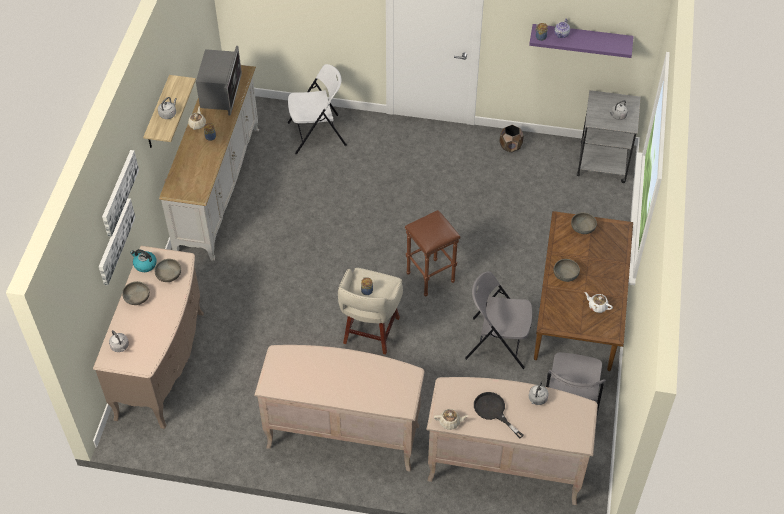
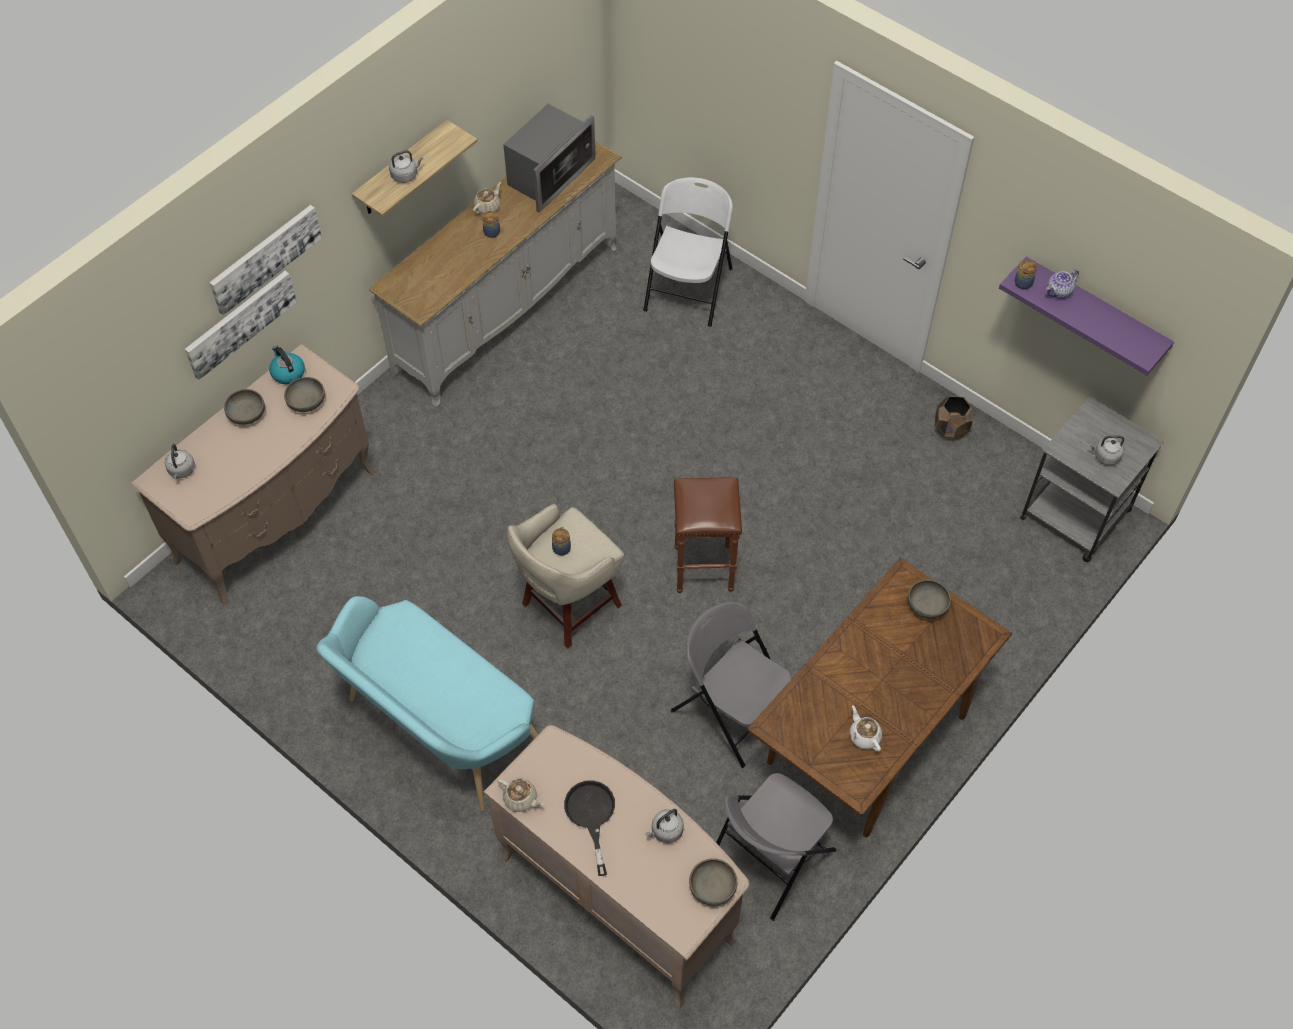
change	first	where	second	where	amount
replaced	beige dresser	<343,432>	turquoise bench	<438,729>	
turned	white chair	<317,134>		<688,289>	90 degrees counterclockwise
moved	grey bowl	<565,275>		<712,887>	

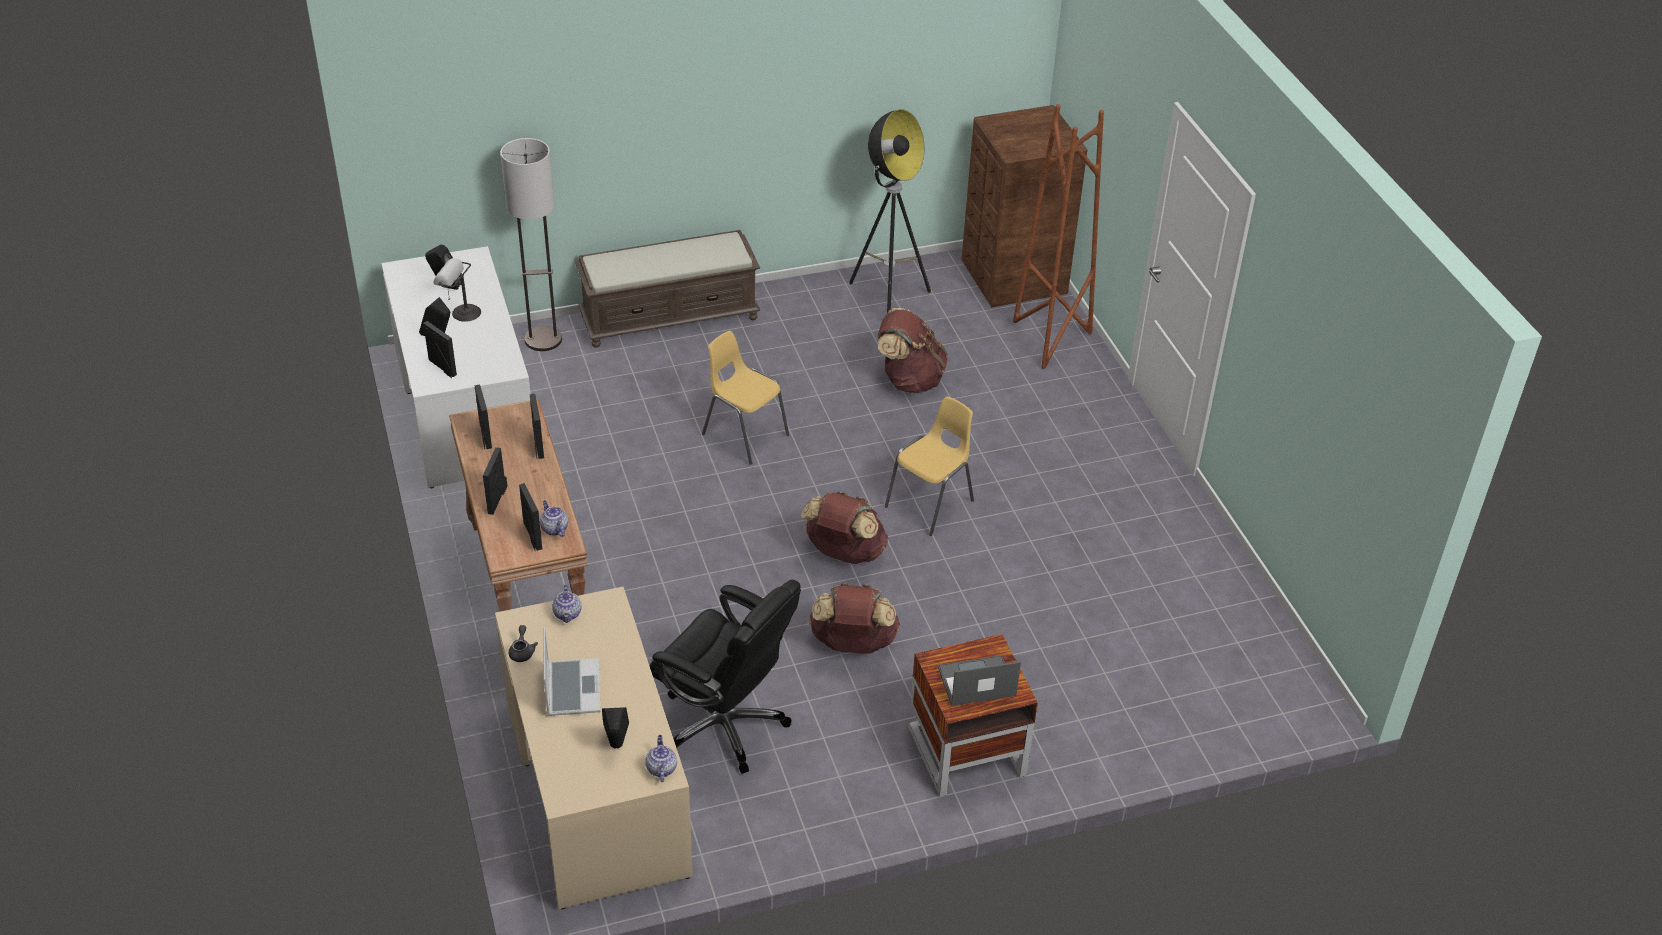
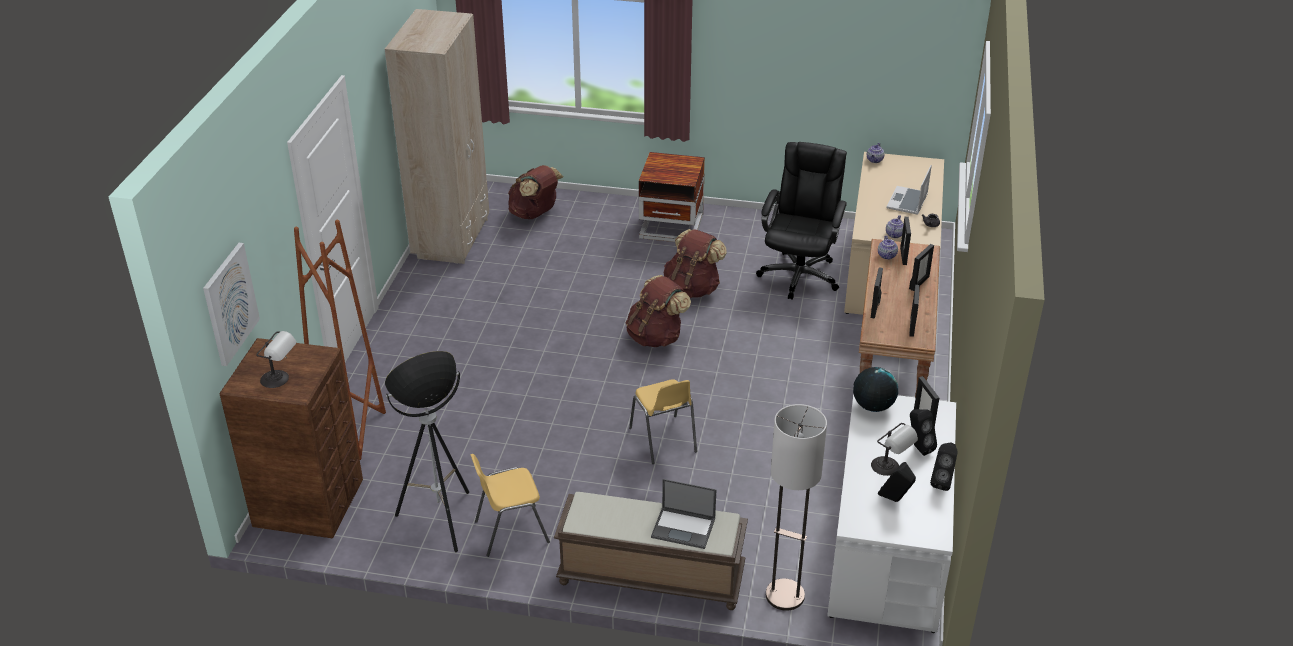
change	first	where	second	where	amount
added			picture	<230,303>	
added			table lamp	<280,379>	
added			beige wardrobe	<452,238>	
moved	yellow chair	<931,504>		<510,531>	
moved	brown backpack	<909,380>		<535,214>	
moved	laptop	<975,682>		<684,528>	
turned	black office chair	<723,724>		<799,276>	45 degrees clockwise
added			globe	<873,406>	
moved	black speaker	<616,746>		<942,482>	

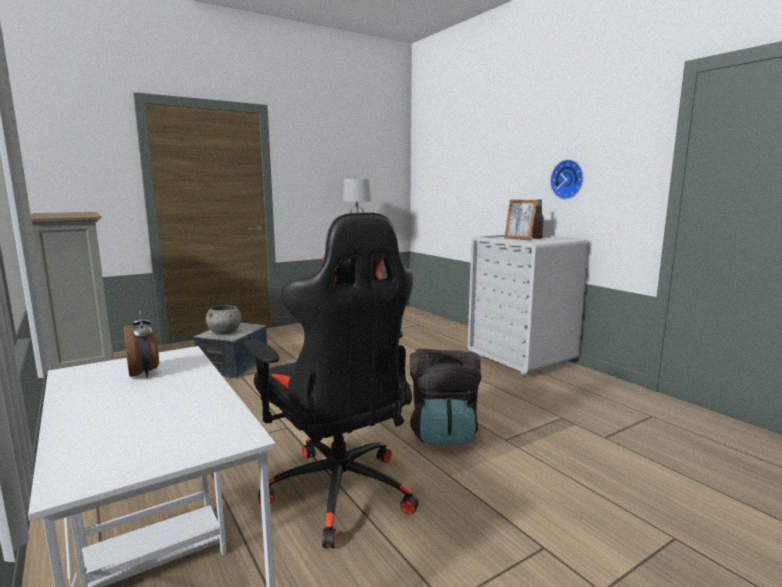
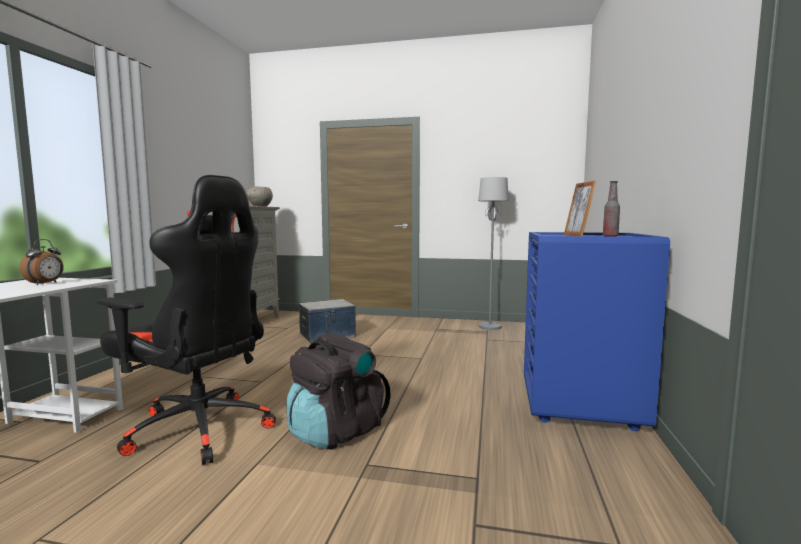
change	first	where	second	where	amount
turned	black office chair	<334,485>		<193,427>	75 degrees counterclockwise
moved	grey bowl	<225,333>		<260,206>	
recoloured	grey dresser	<522,361>	blue dresser	<580,407>	
removed	wall clock	<568,179>			

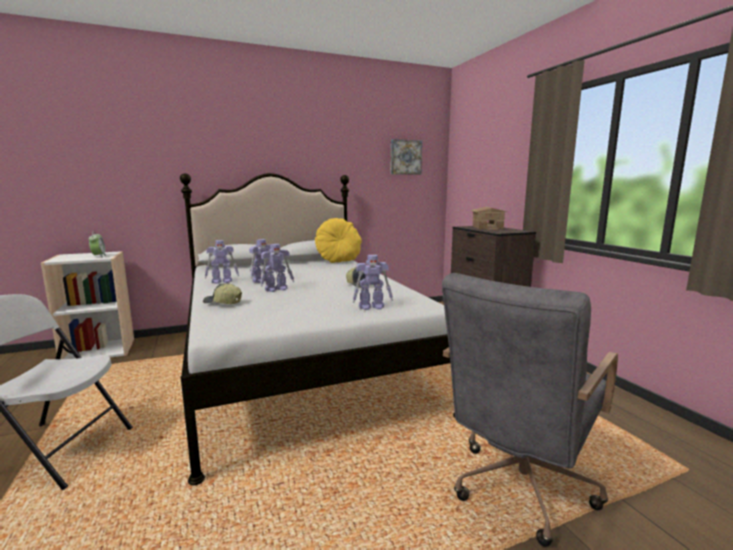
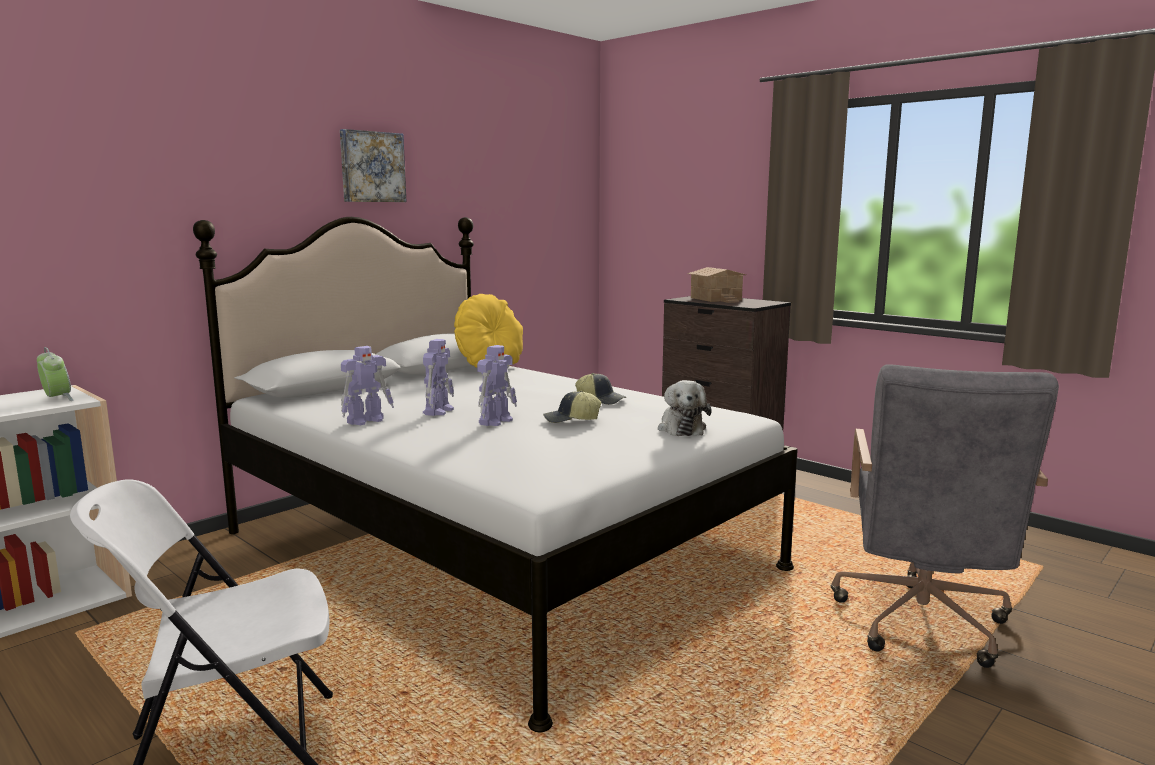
change	first	where	second	where	amount
moved	picture	<405,157>		<372,167>	
moved	cap	<222,302>		<571,420>	
replaced	toy robot	<372,307>	plush toy	<681,428>	

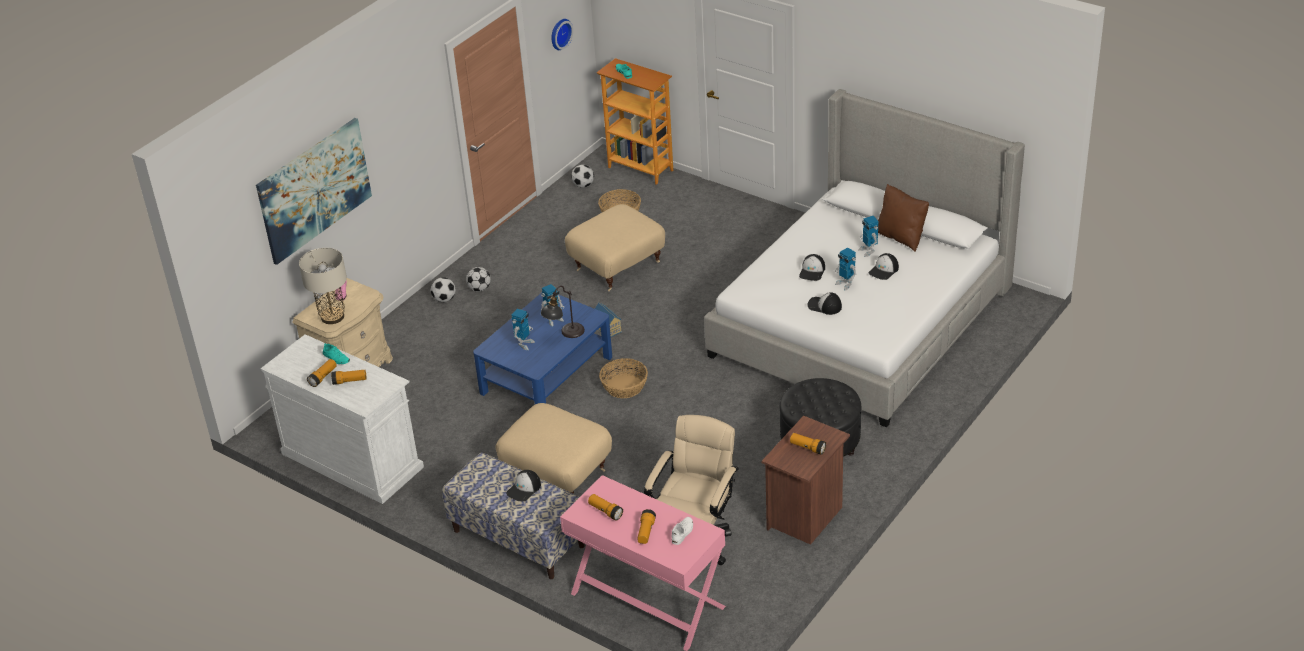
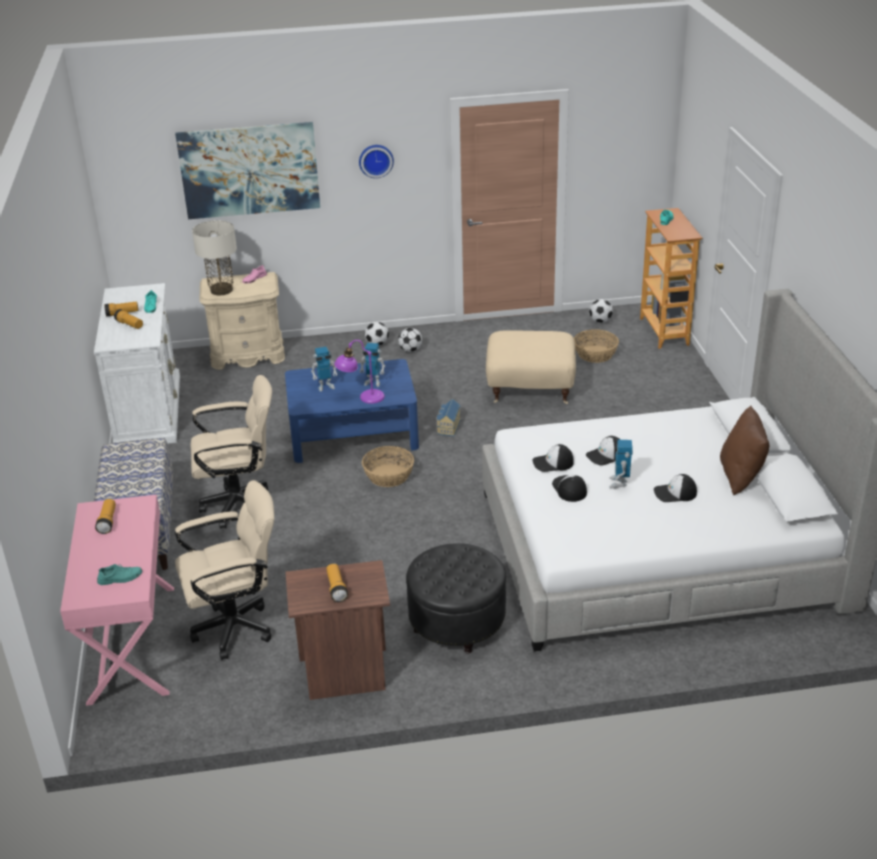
change	first	where	second	where	amount
recoloured	white shoe	<682,532>	turquoise shoe	<120,578>	
replaced	beige ottoman	<558,473>	beige office chair	<241,505>	
recoloured	grey table lamp	<564,335>	purple table lamp	<361,396>	
moved	wall clock	<559,33>		<376,160>	
moved	cap	<524,489>		<553,463>	
removed	flashlight	<646,532>			
removed	toy robot	<868,251>			

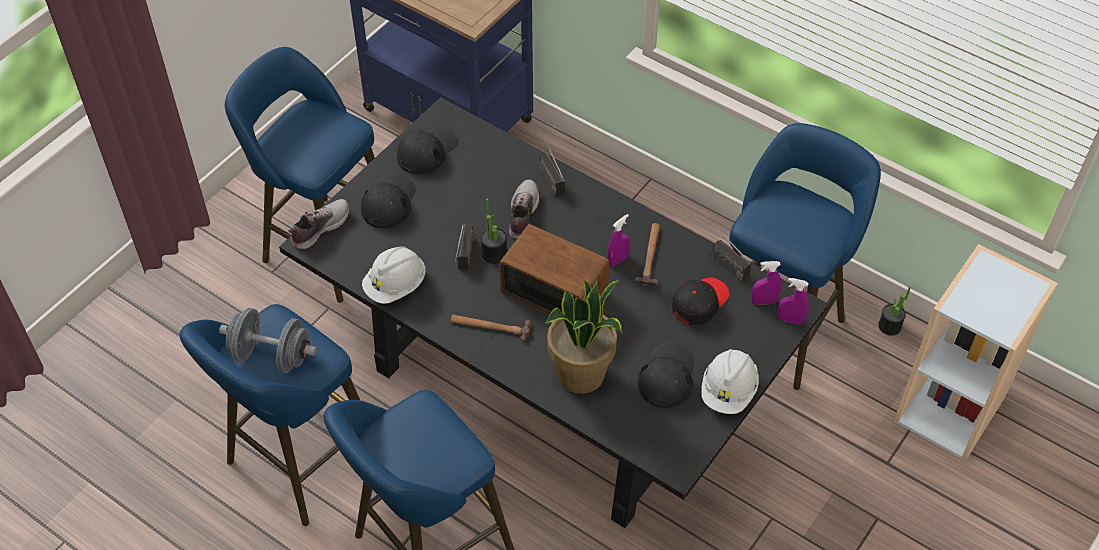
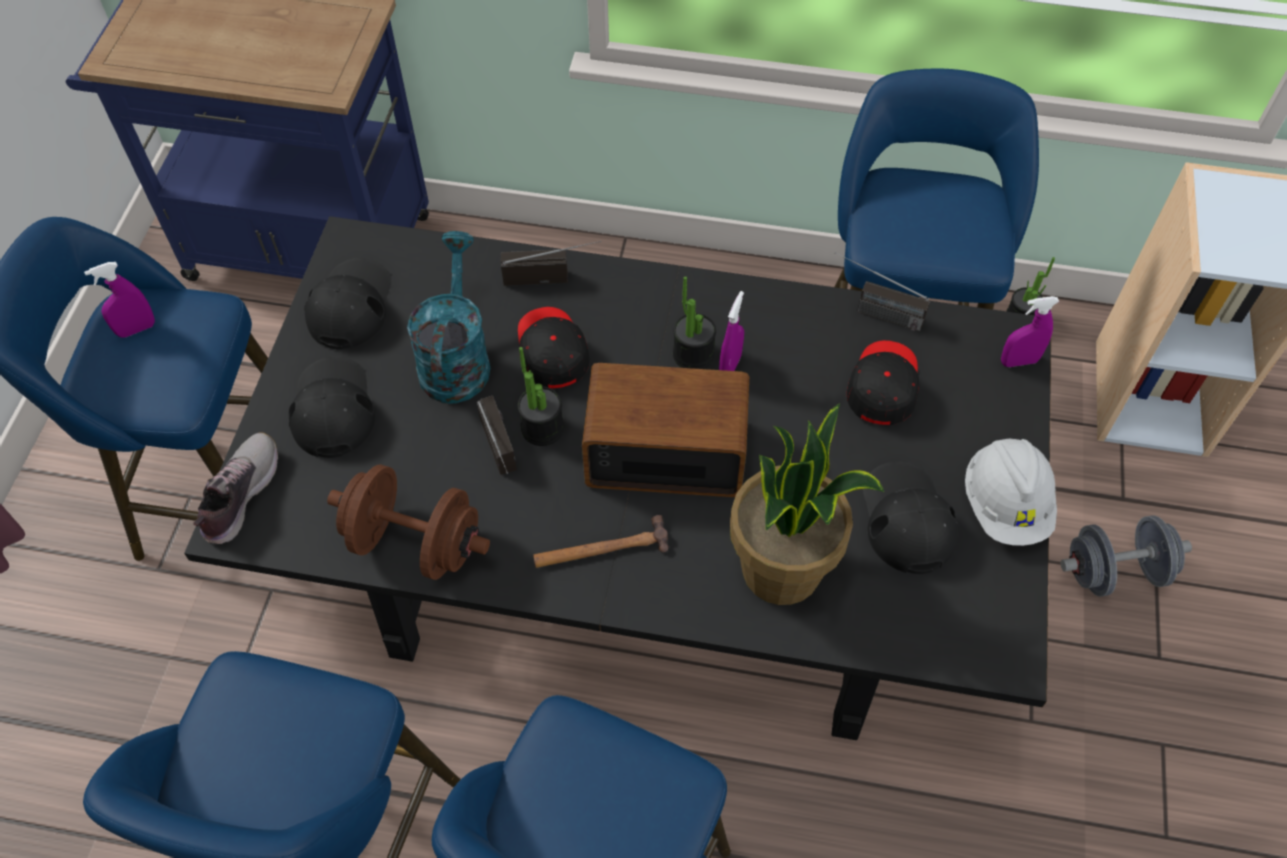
change	first	where	second	where	amount
moved	purple spray bottle	<763,301>		<136,329>	
replaced	white hard hat	<396,286>	brown dumbbell	<415,543>	
added			turquoise watering can	<455,358>	
turned	radio	<546,174>		<553,276>	135 degrees clockwise
replaced	shoe	<522,215>	black cap	<551,351>	
added			potted plant	<693,354>	
moved	grey dumbbell	<272,355>		<1115,571>	
removed	hammer	<651,256>			

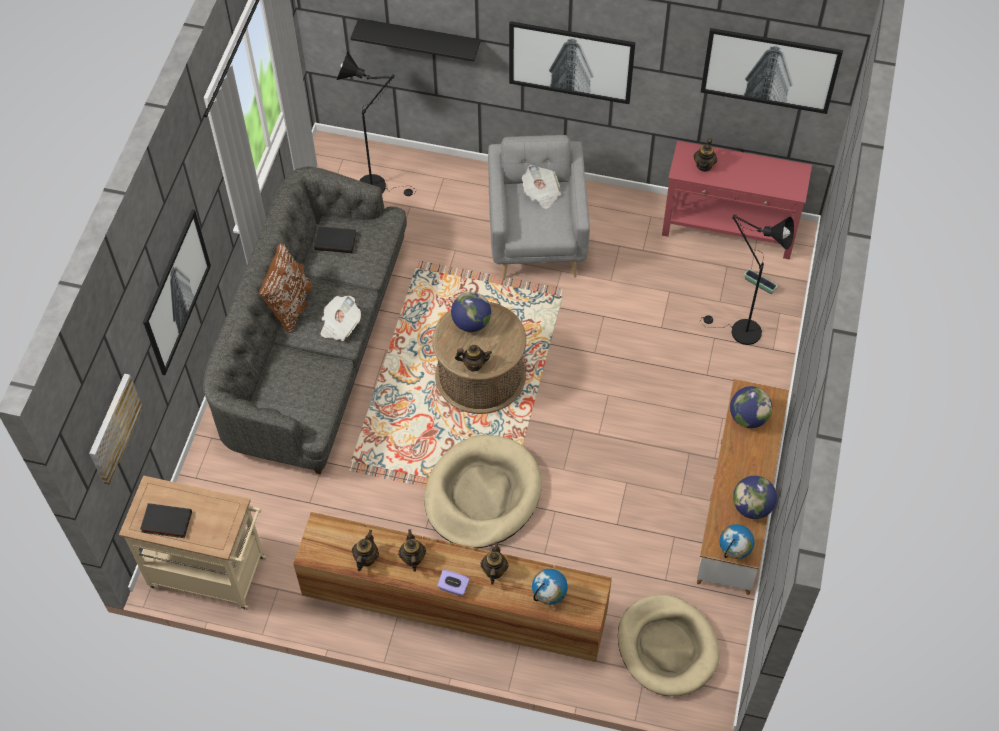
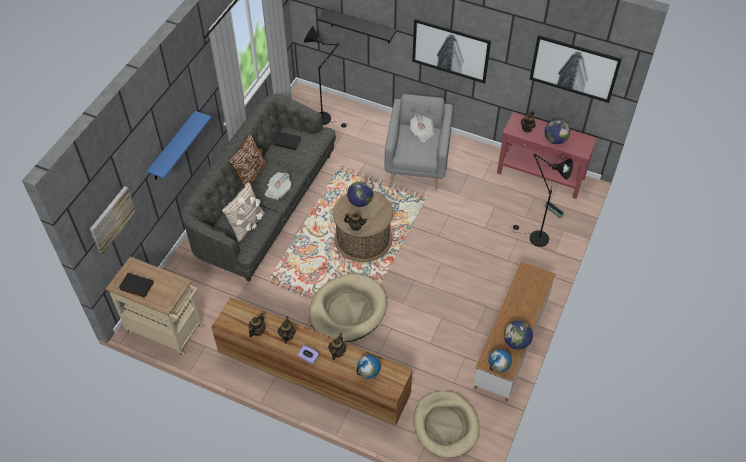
change	first	where	second	where	amount
replaced	picture	<176,292>	blue shelf	<173,147>	
added			beige pillow	<247,225>	
moved	globe	<748,417>		<555,140>	

